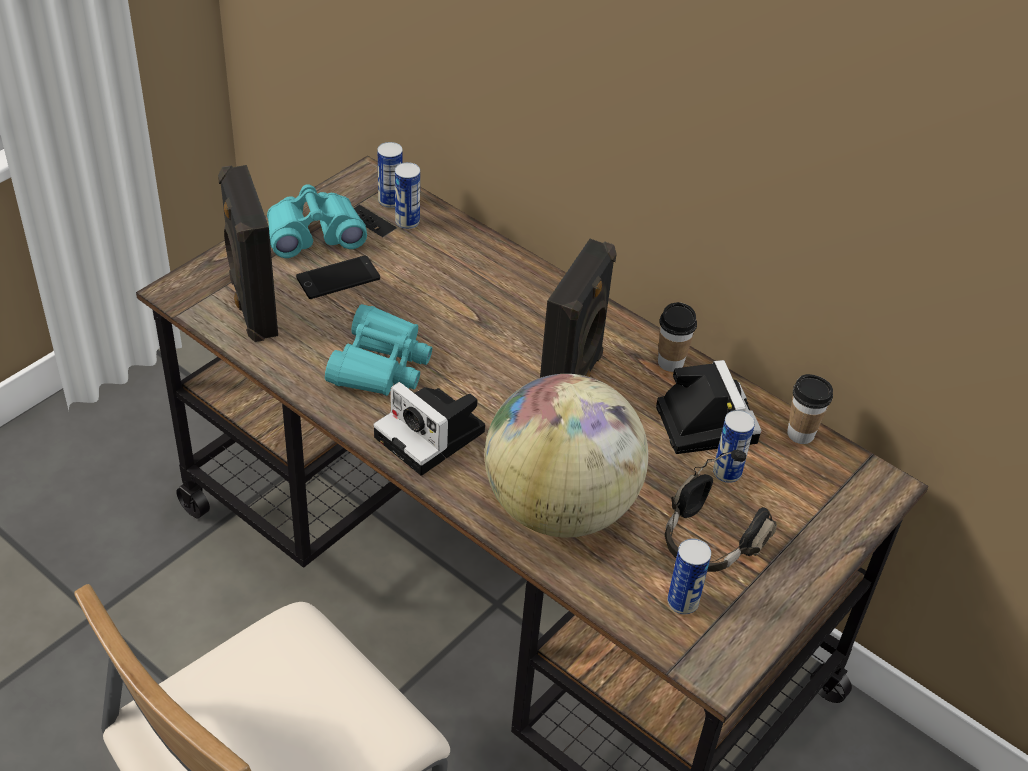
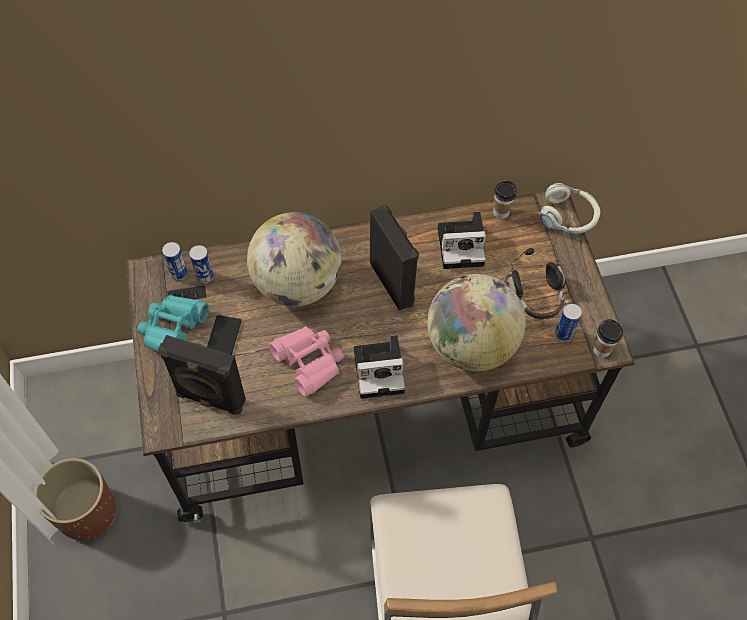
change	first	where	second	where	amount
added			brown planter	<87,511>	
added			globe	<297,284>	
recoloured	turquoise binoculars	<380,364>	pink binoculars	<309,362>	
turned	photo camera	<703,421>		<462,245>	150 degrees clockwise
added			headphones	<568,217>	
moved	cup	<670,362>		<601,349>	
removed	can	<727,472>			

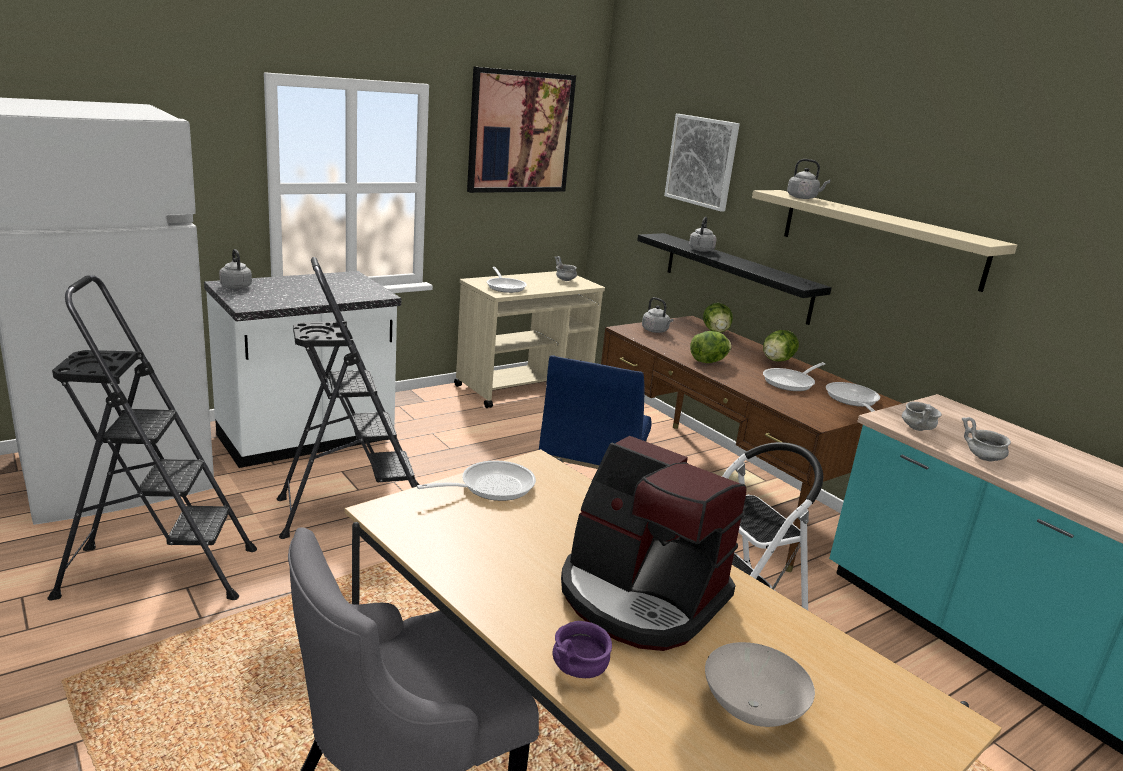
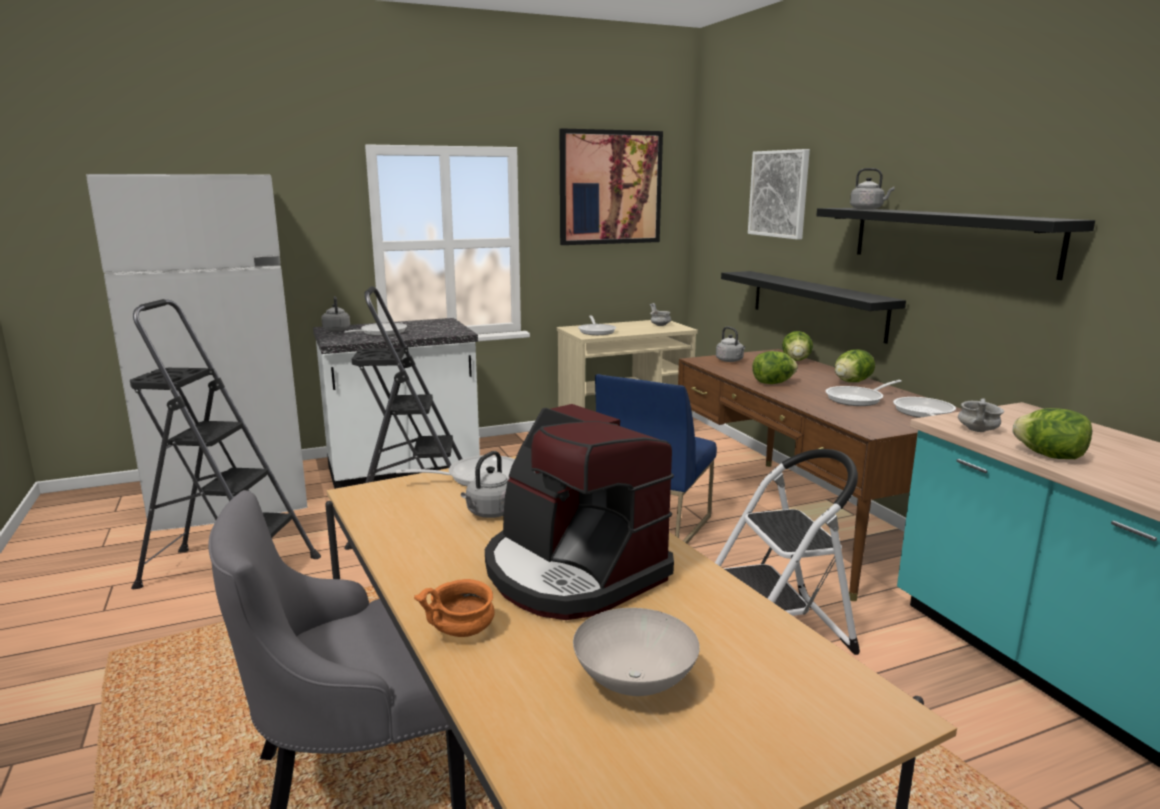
change	first	where	second	where	amount
added			frying pan	<380,333>	
recoloured	purple bowl	<579,670>	orange bowl	<461,632>	
moved	grey kettle	<700,250>		<490,513>	
recoloured	beige shelf	<879,237>	black shelf	<949,239>	
replaced	grey bowl	<983,458>	lettuce	<1049,456>	

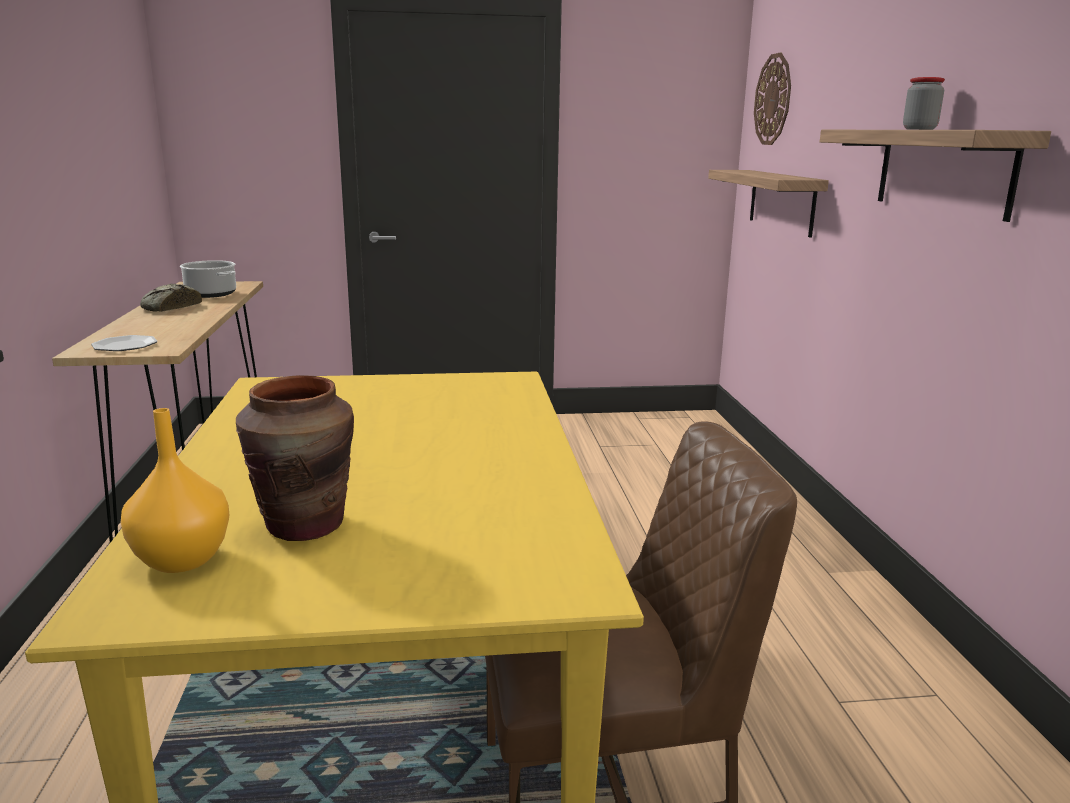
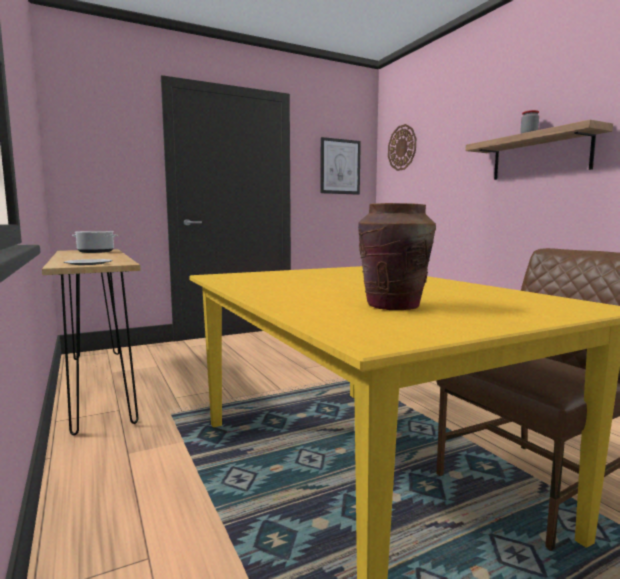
change	first	where	second	where	amount
added			picture	<340,166>	
removed	orange vase	<181,559>			
removed	bread	<169,307>			
removed	shelf	<781,201>			

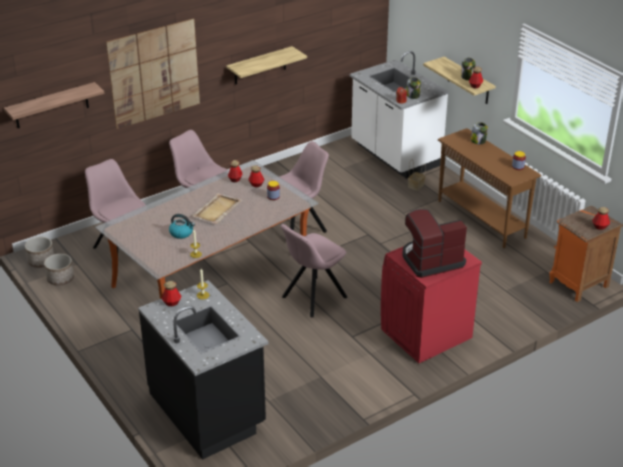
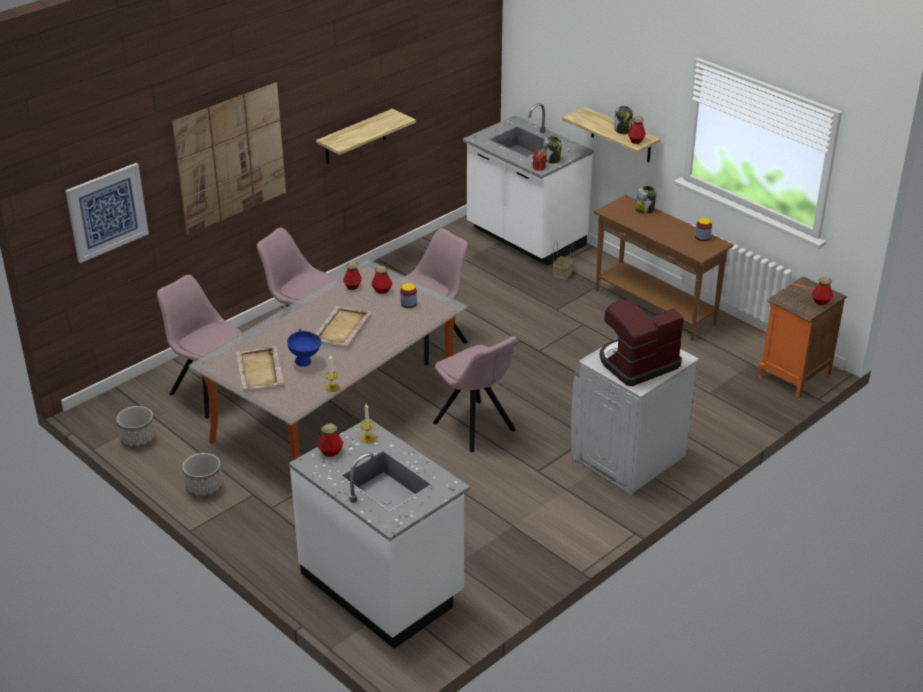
change	first	where	second	where	amount
replaced	shelf	<51,106>	picture	<107,212>	
moved	planter	<41,261>		<204,488>	
added			beige tray	<259,370>	
replaced	kettle	<182,233>	blue bowl	<305,362>	
recoloured	black counter	<208,410>	white counter	<383,585>	
turned	pink chair	<313,297>		<475,427>	75 degrees counterclockwise
recoloured	red washing machine	<425,334>	white washing machine	<628,458>	

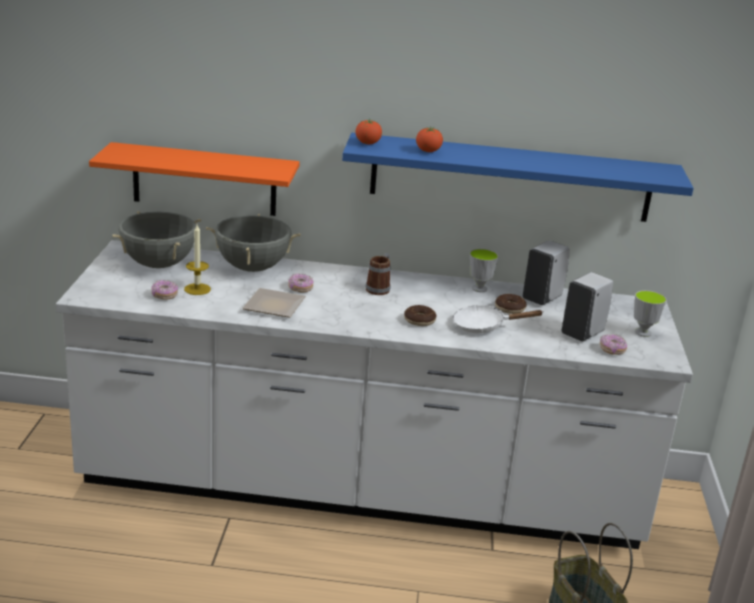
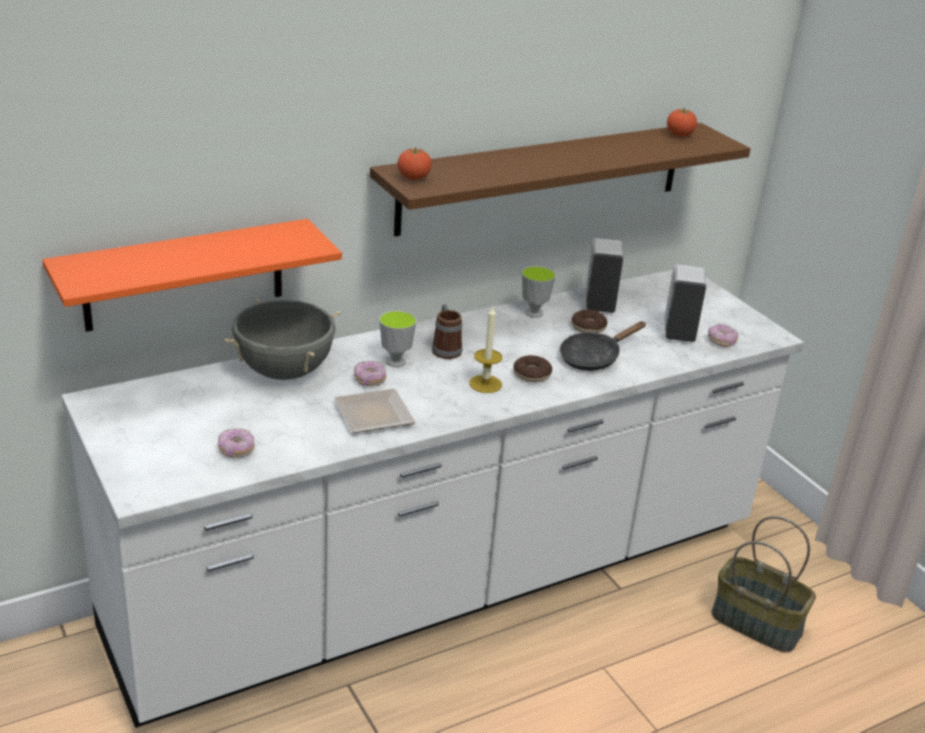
change	first	where	second	where	amount
recoloured	blue shelf	<510,178>	brown shelf	<544,177>	
moved	cup	<643,333>		<396,362>	
moved	candle	<197,289>		<485,384>	
recoloured	white frying pan	<484,326>	black frying pan	<593,358>	
moved	tomato	<428,151>		<679,135>	
removed	grey cooking pot	<158,265>			

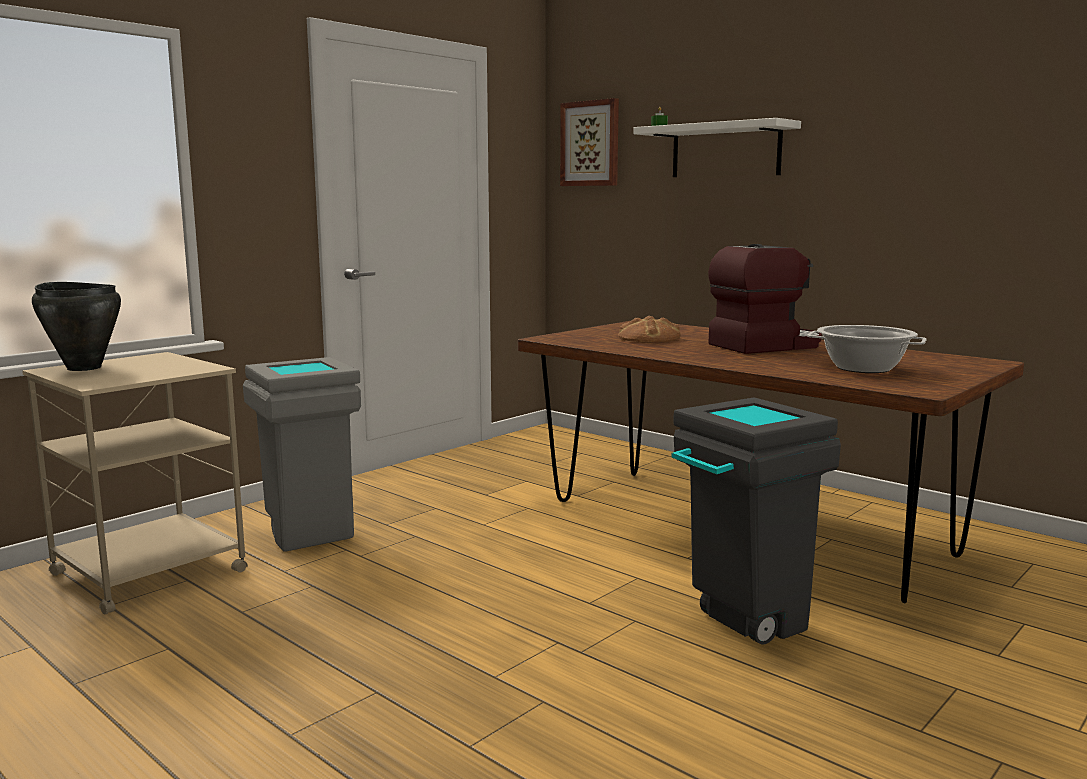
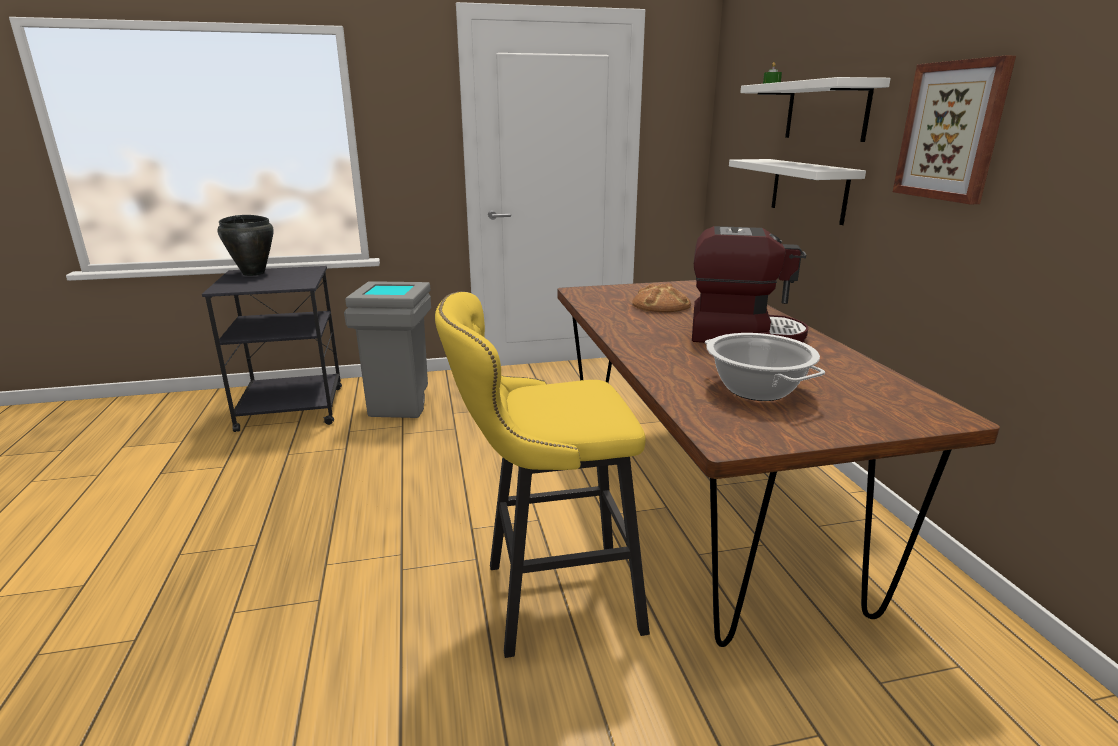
change	first	where	second	where	amount
recoloured	beige cart	<151,571>	black cart	<293,409>	
replaced	grey trash can	<741,625>	yellow stool	<542,600>	
added			white shelf	<808,190>	
moved	picture	<590,144>		<951,131>	

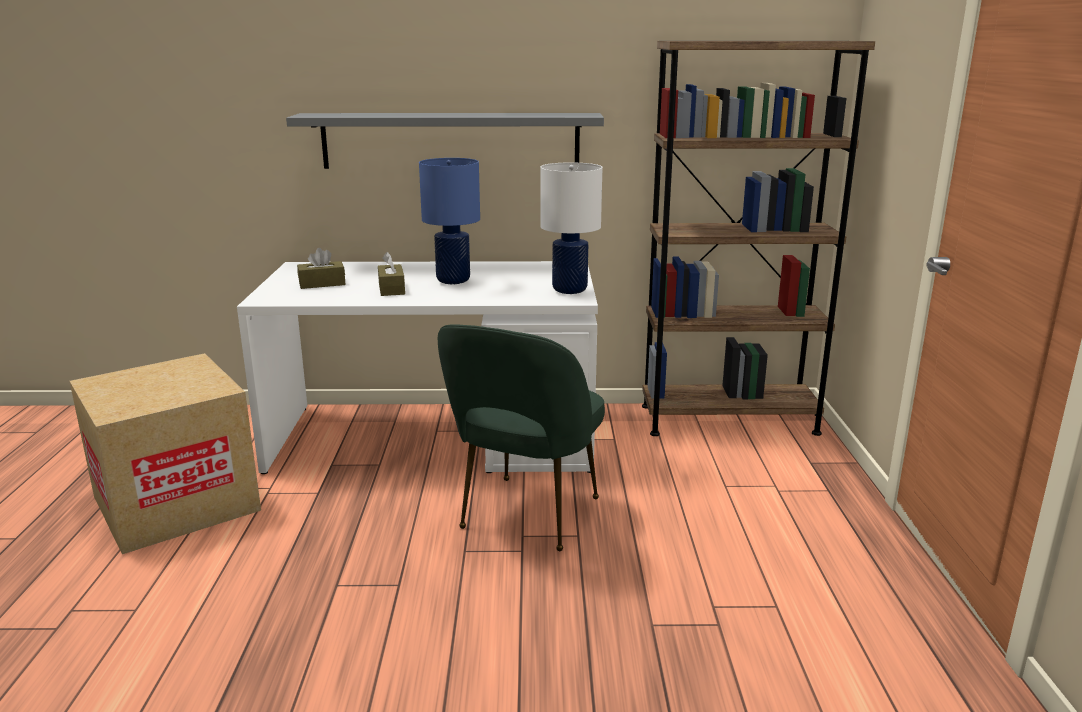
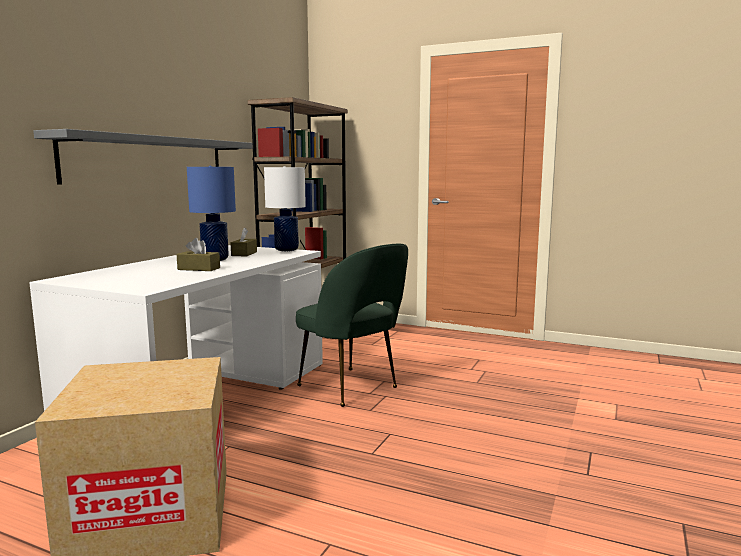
change	first	where	second	where	amount
moved	brown tissue box	<322,284>		<244,254>	

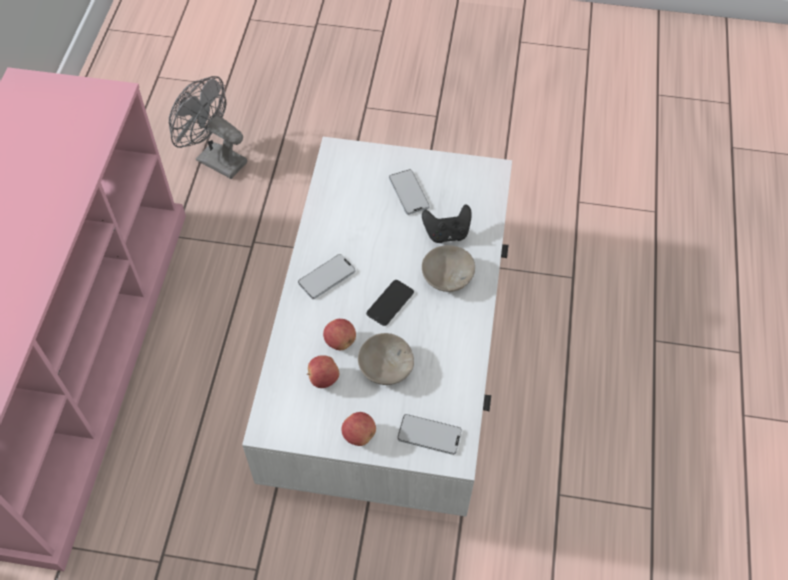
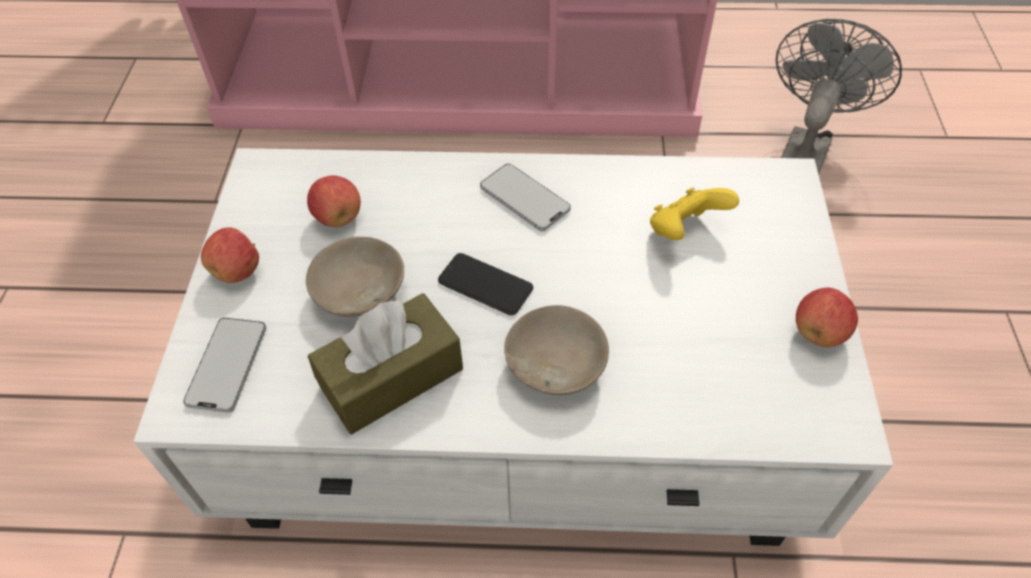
change	first	where	second	where	amount
added			brown tissue box	<391,377>	
added			yellow game controller	<684,231>	
moved	apple	<340,341>		<819,332>	
removed	phone	<409,192>			
removed	black game controller	<446,233>			

